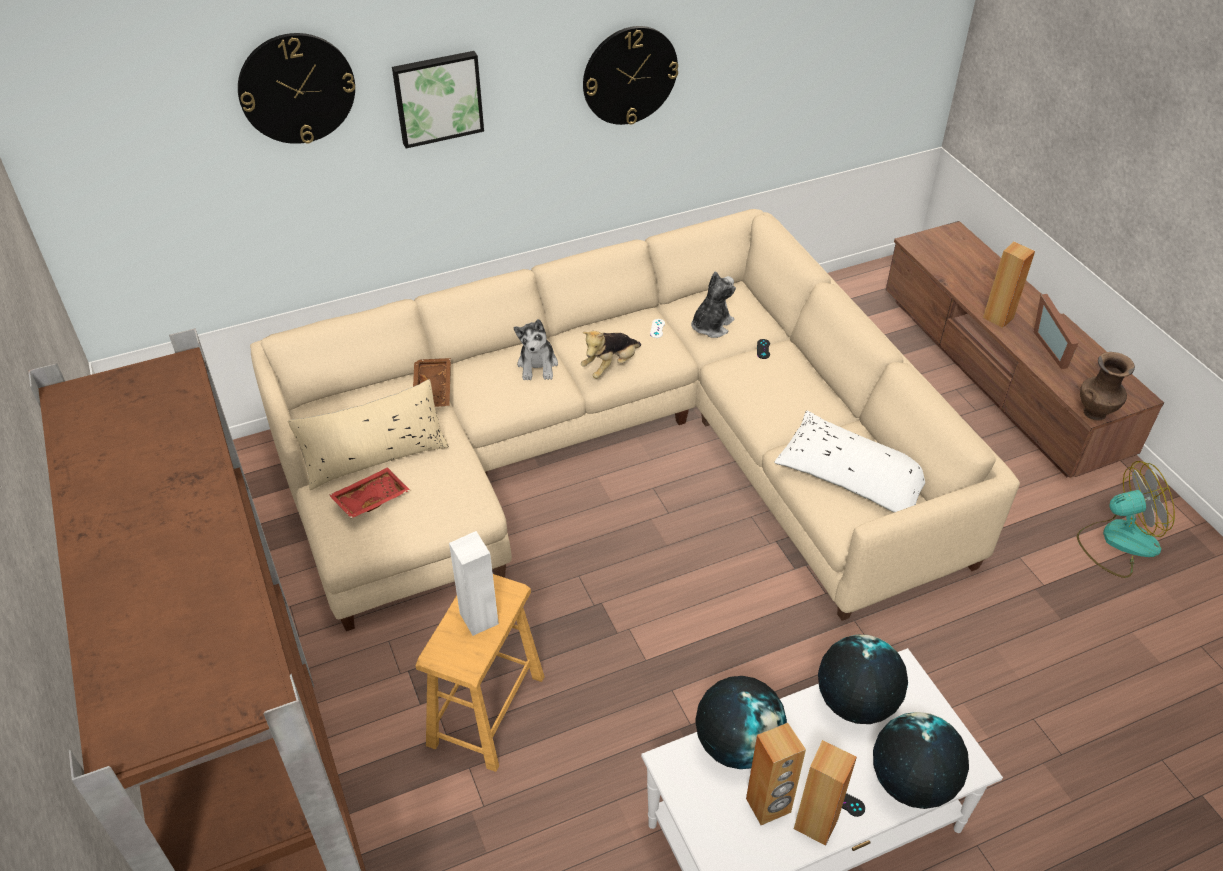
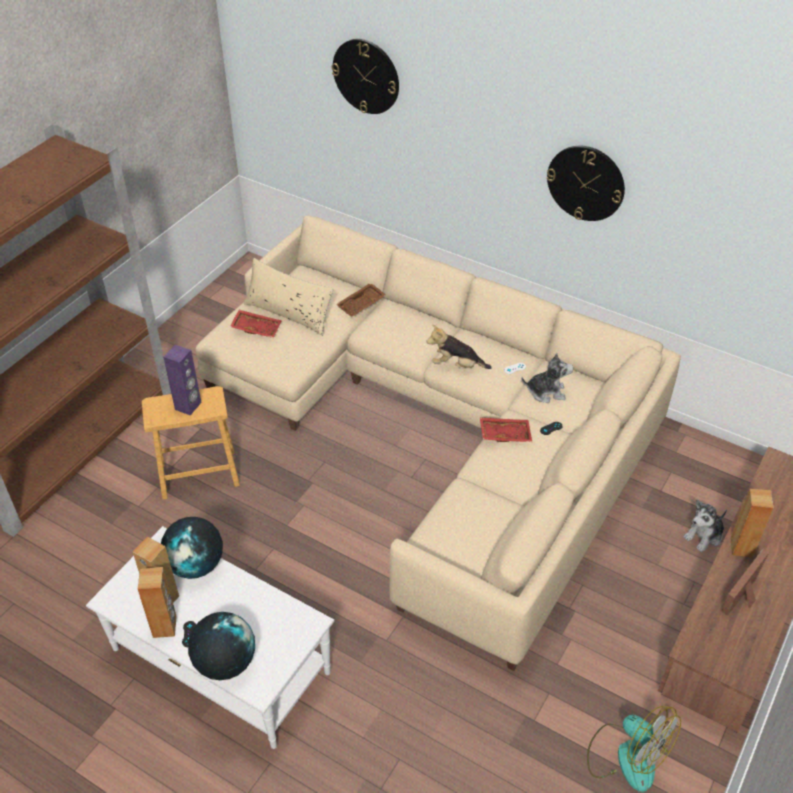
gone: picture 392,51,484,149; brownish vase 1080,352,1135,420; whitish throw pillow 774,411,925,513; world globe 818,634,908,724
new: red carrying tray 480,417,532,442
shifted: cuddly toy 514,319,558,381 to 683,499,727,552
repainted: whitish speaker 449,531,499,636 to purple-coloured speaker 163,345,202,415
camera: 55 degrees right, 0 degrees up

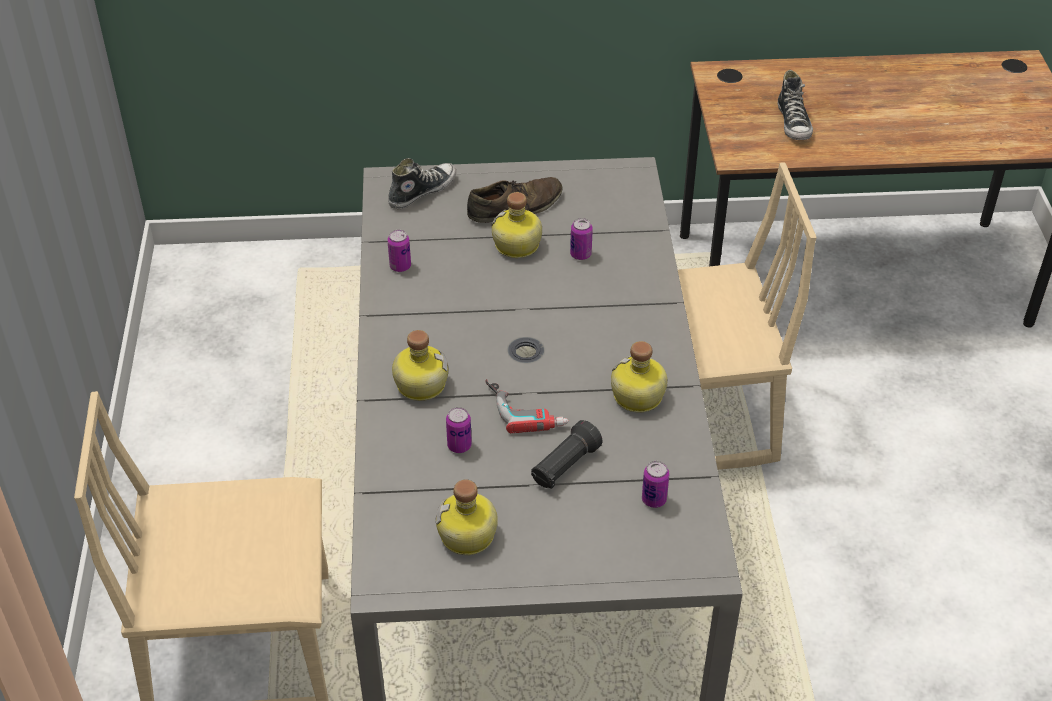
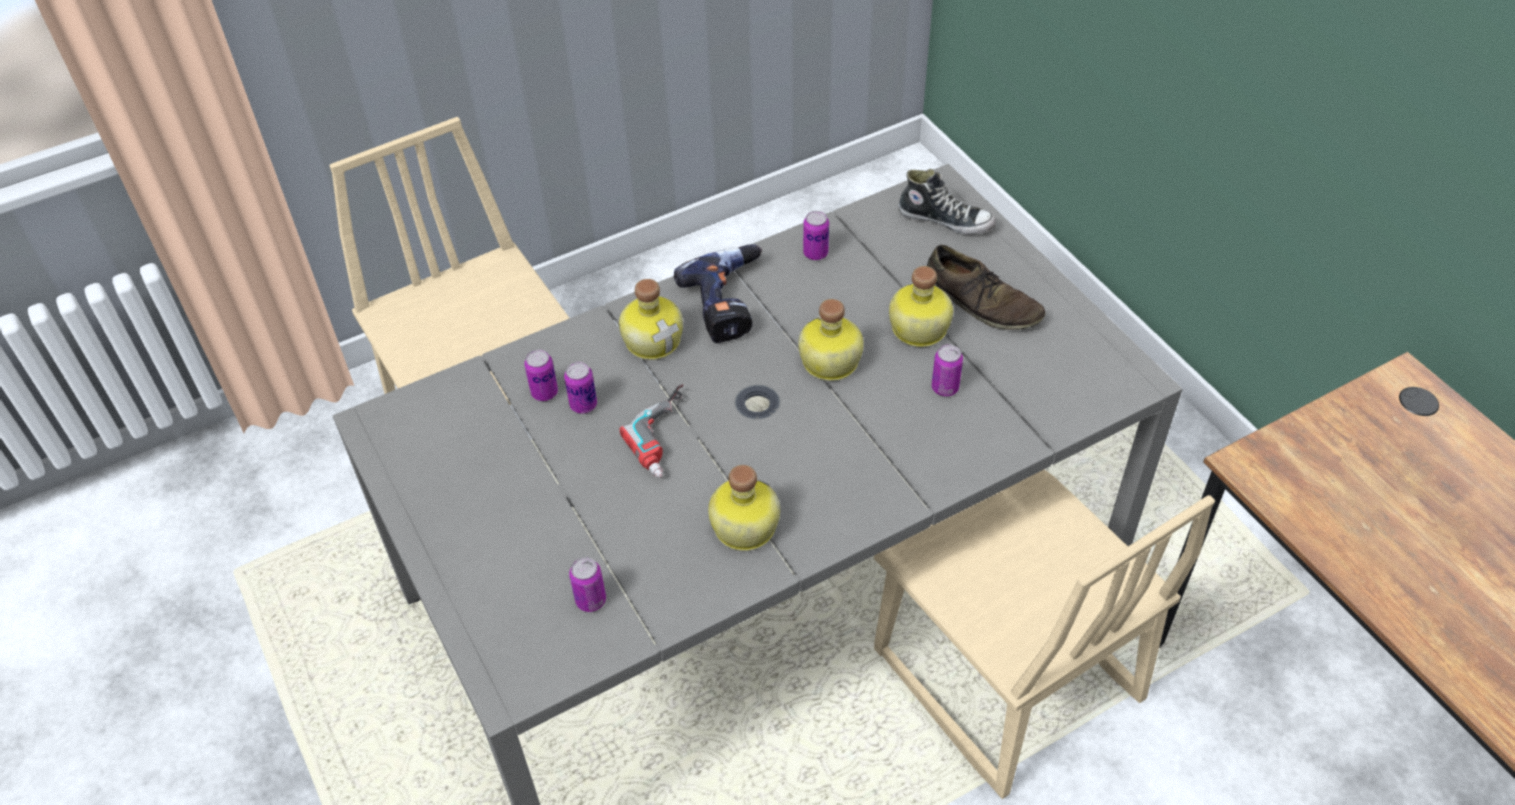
gone: item of footwear 778,70,813,140; blackish flashlight 531,420,602,489
new: power drill 674,244,762,343; metal can 524,350,558,401
shifted: bottle 436,480,498,555 to 798,299,864,381
camera: 65 degrees right, 5 degrees up

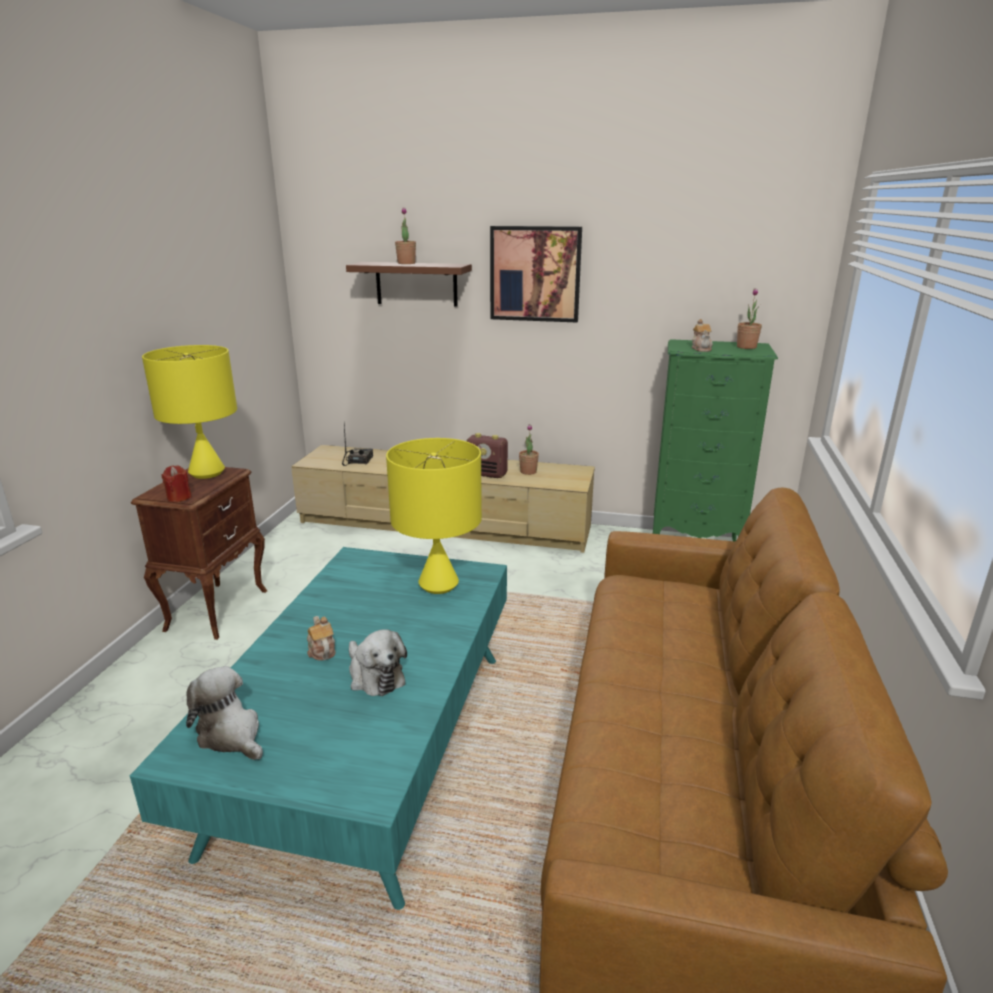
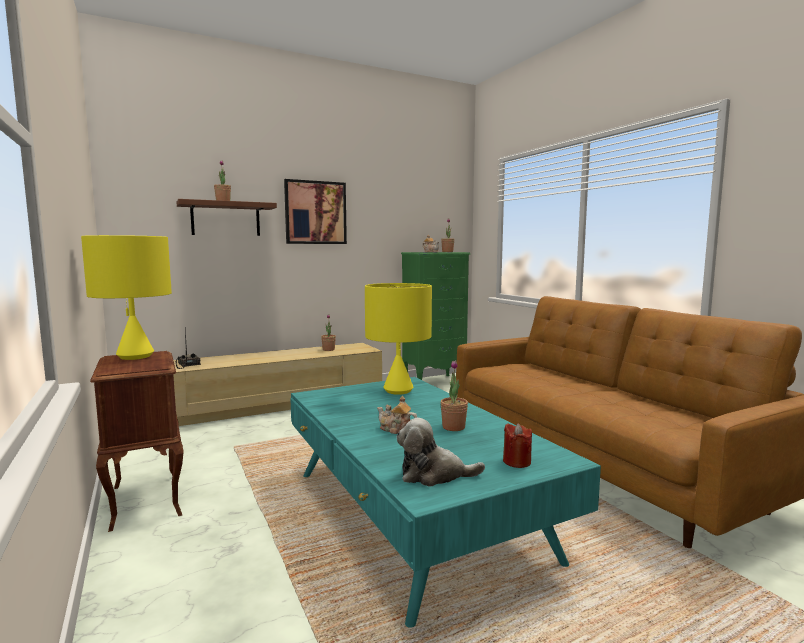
gone: radio set 466,433,508,478
shifted: red candle 161,465,192,502 to 503,423,532,468
swapped: cuddly toy 349,629,407,696 to houseplant 441,360,468,431
camera: 40 degrees left, 15 degrees down

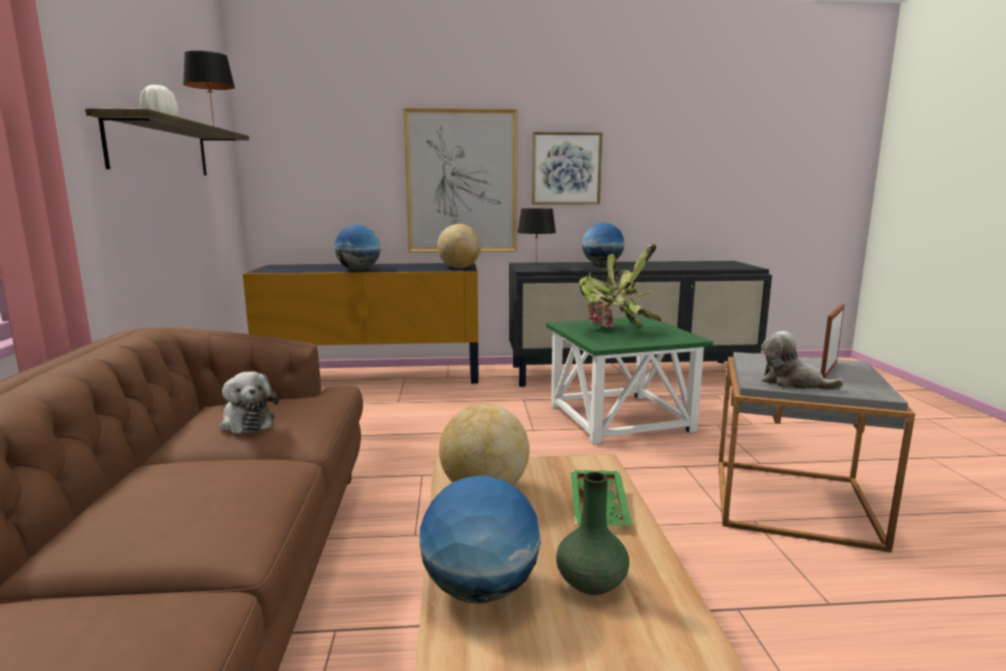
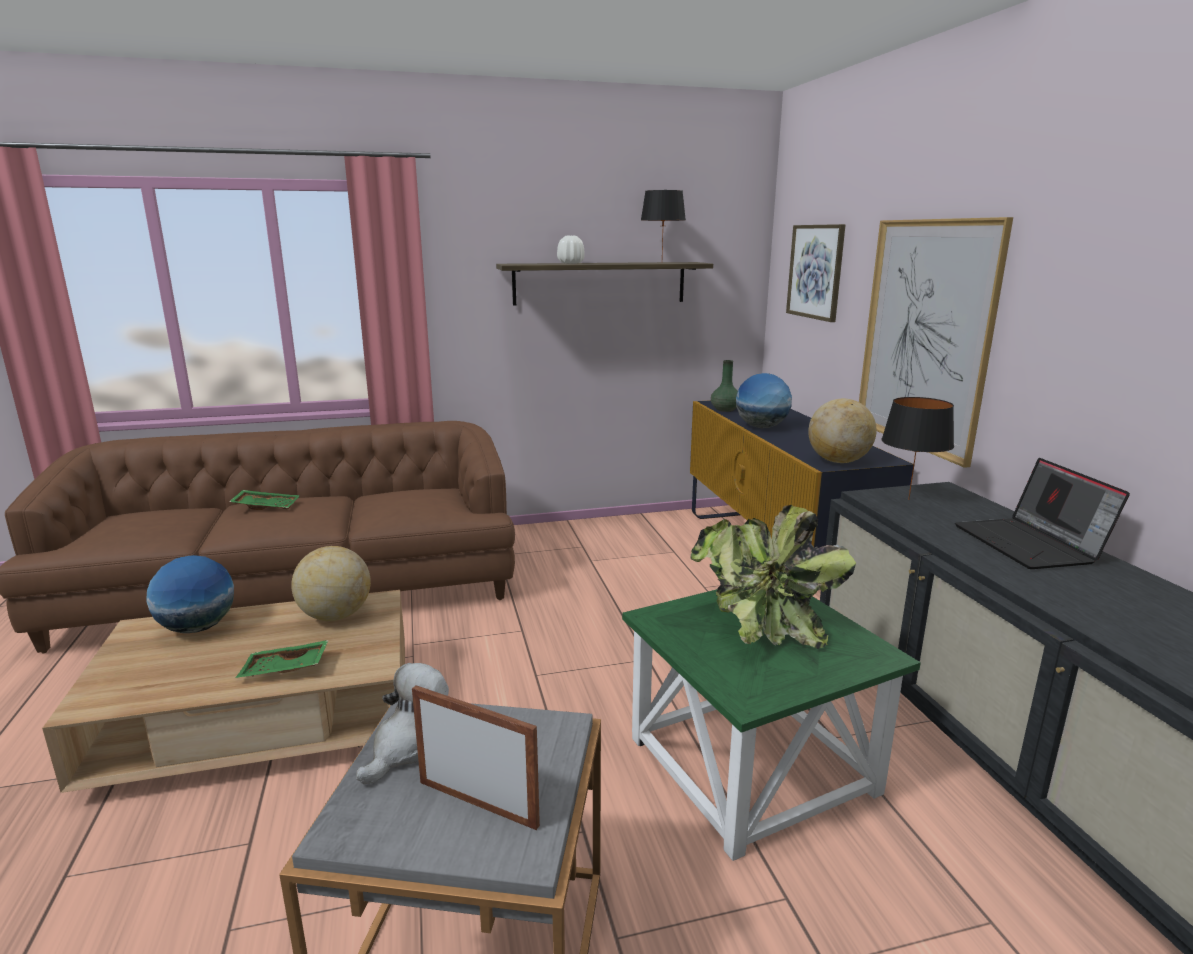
gone: cuddly toy 219,372,278,434
new: green carrying tray 229,490,300,510
shifted: picture 532,132,603,204 to 786,224,845,322; green vase 556,472,629,595 to 711,360,738,412
swapped: world globe 582,222,624,265 to portable computer 955,458,1130,569
camera: 80 degrees right, 5 degrees up

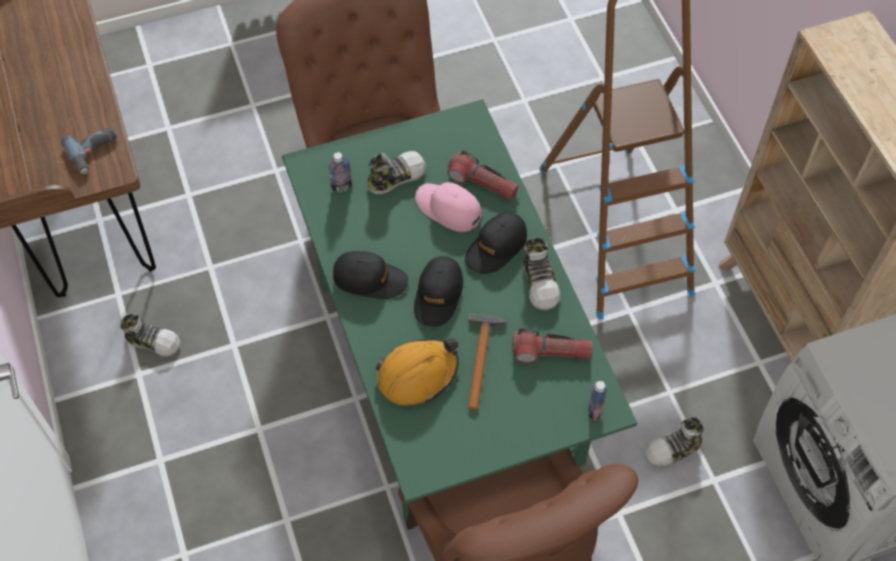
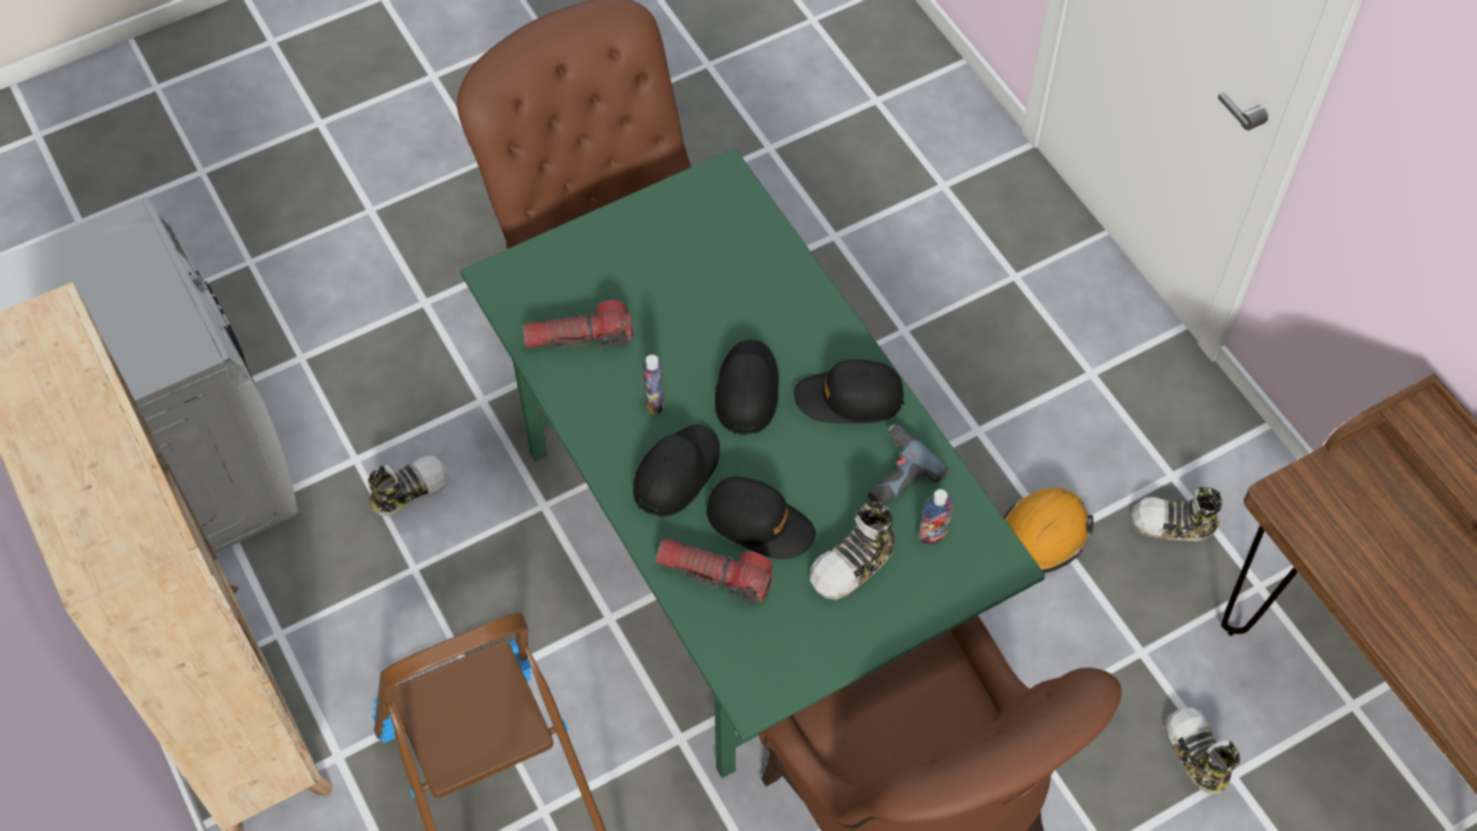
gone: tool hammer 468,314,506,410
shifted: power drill 61,127,117,174 to 868,425,949,505; item of footwear 523,237,560,310 to 1166,708,1240,794; orange-coloured hard hat 376,338,459,406 to 1004,488,1094,573; bottle 588,381,607,420 to 643,355,664,414
repainted: pink-coloured cap 415,182,482,232 to blackish cap 706,477,816,559
camera: 170 degrees right, 0 degrees up

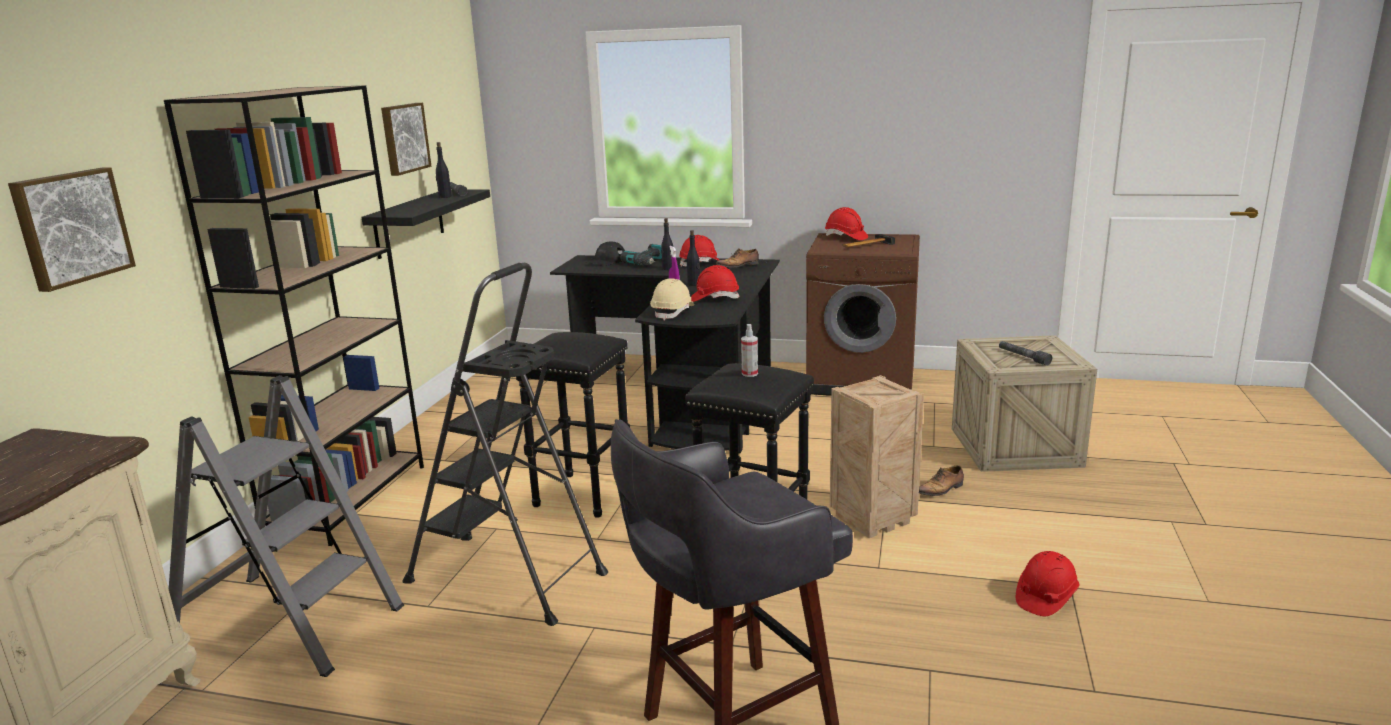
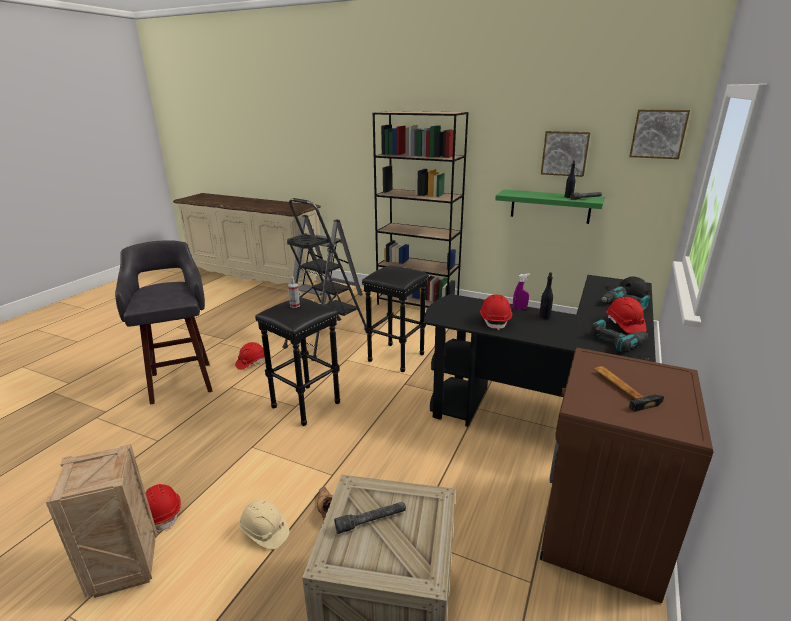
gone: blackish bottle 661,218,673,270
shifted: picture 8,168,136,292 to 629,109,690,159; red hard hat 825,207,868,240 to 235,342,265,370; beige hard hat 650,278,694,321 to 239,499,289,550; crate 830,375,924,538 to 46,444,157,598
swapped: item of footwear 716,248,759,268 to power drill 590,319,648,352
repainted: blackish shelf 361,189,490,259 to green shelf 495,189,605,224
camera: 100 degrees right, 5 degrees up

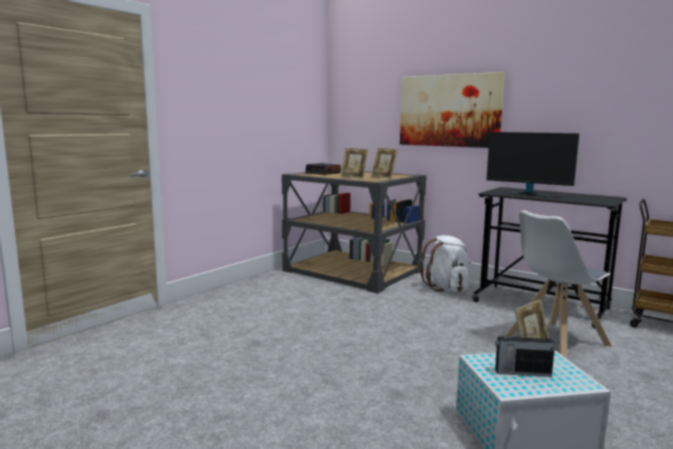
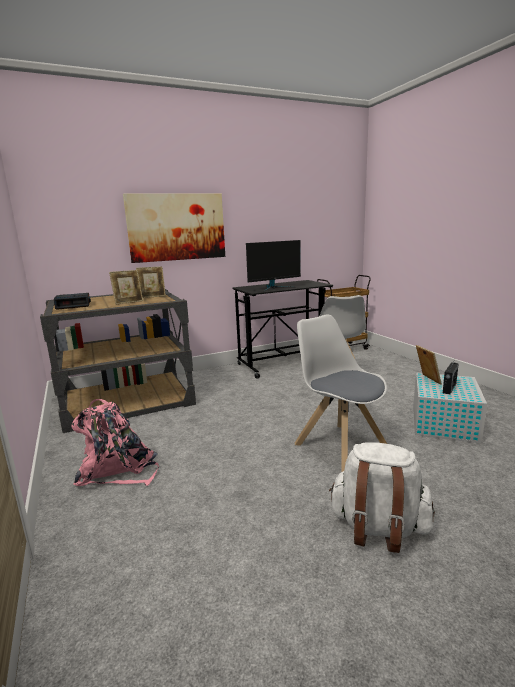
new: chair 295,314,387,472; pink-coloured backpack 72,399,159,486
shifted: whitish backpack 420,235,471,292 to 329,442,435,553
camera: 60 degrees left, 5 degrees up

